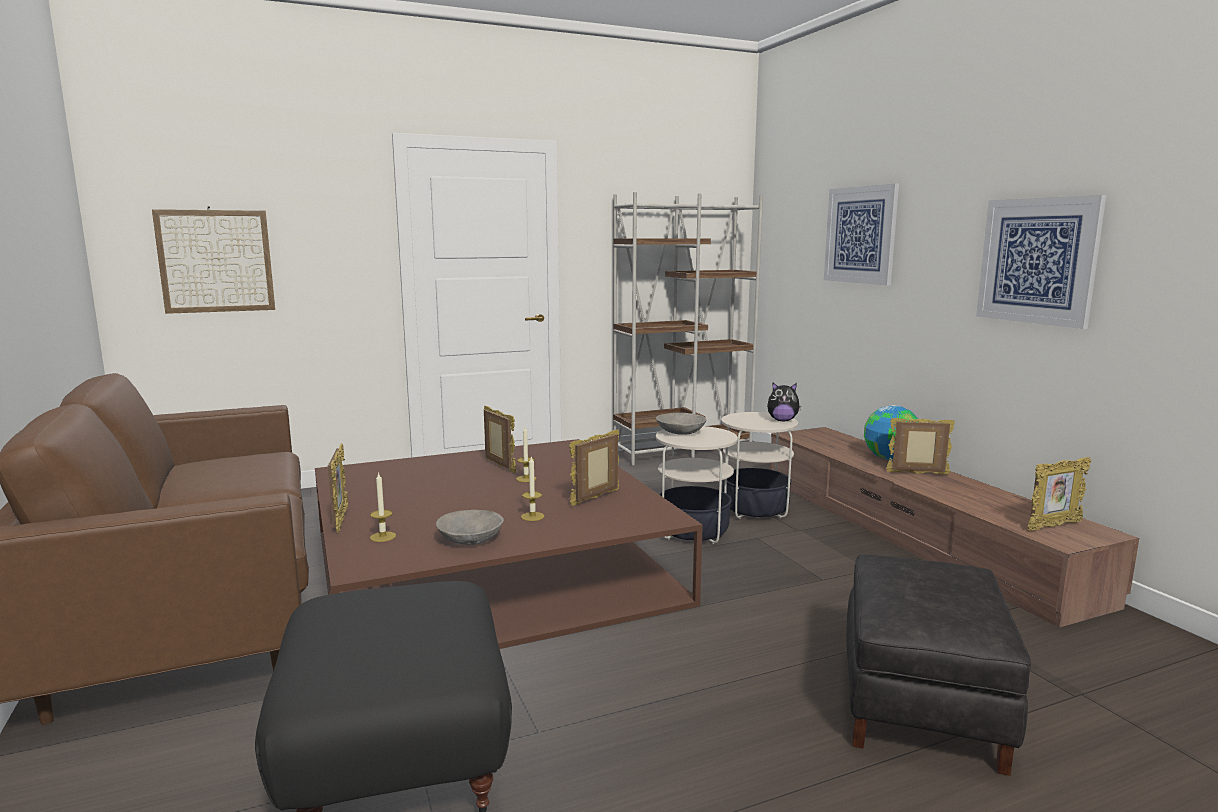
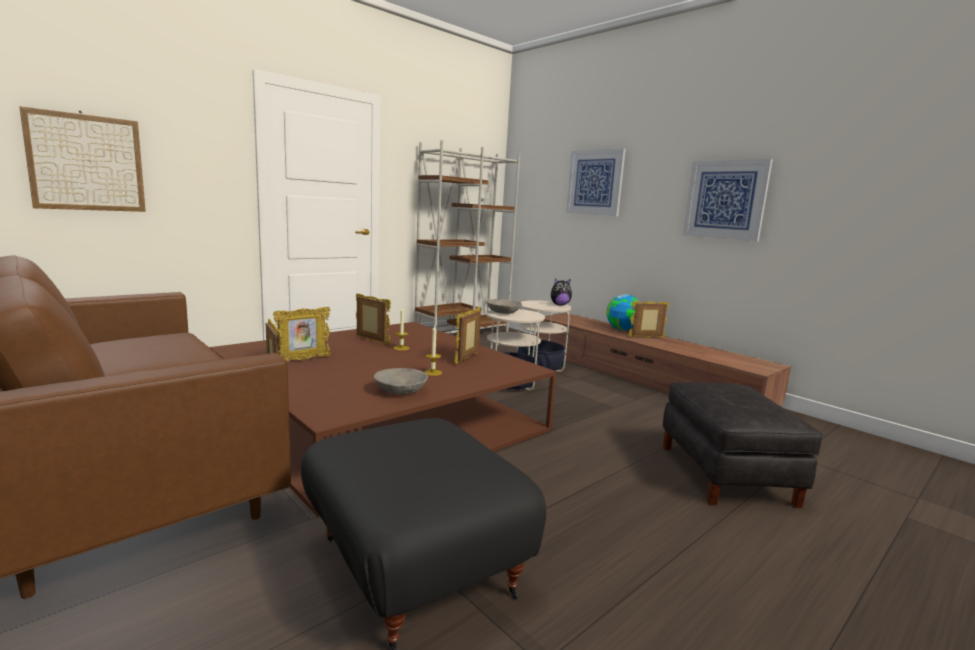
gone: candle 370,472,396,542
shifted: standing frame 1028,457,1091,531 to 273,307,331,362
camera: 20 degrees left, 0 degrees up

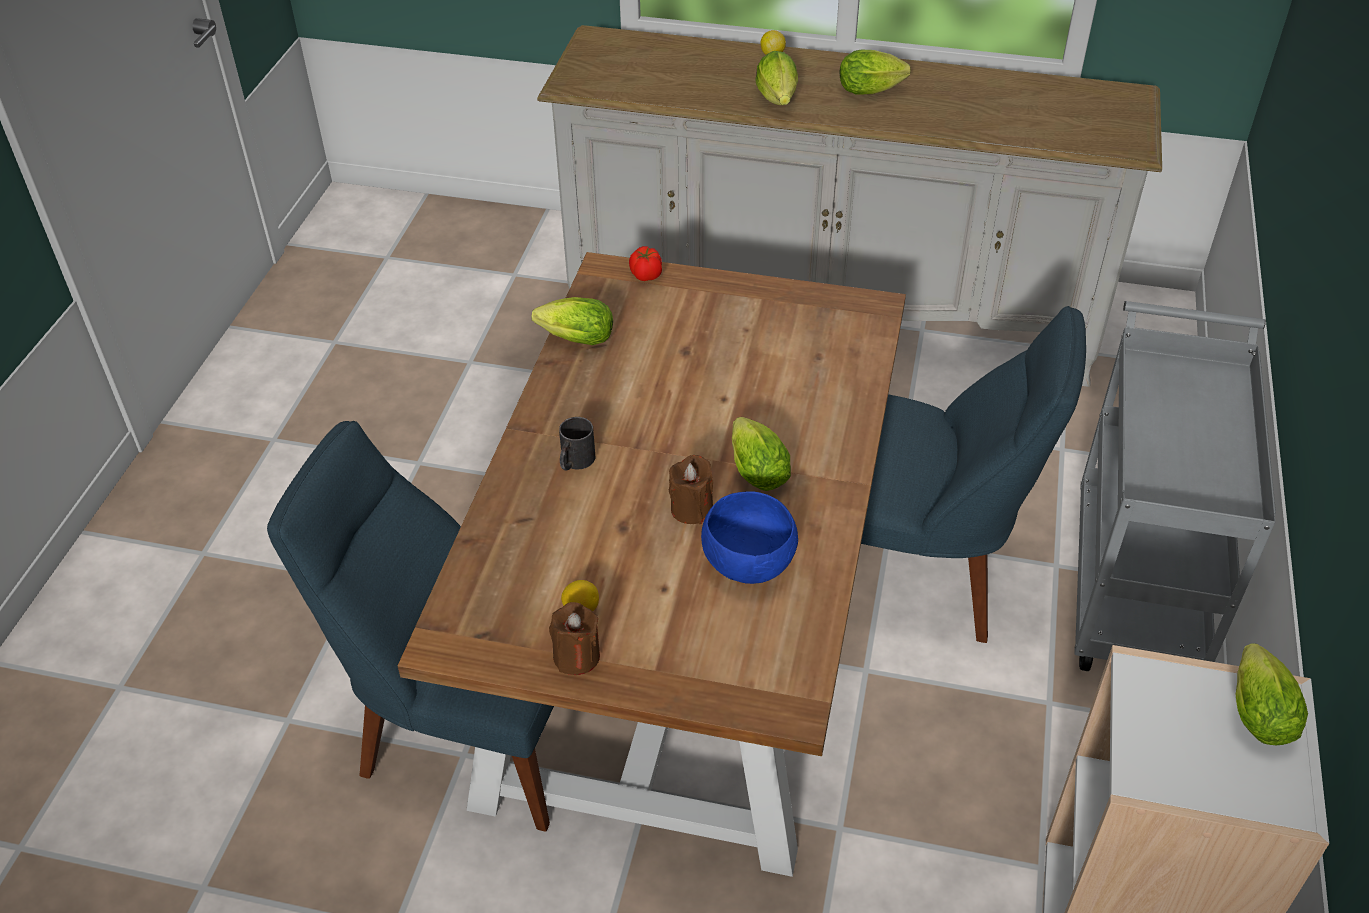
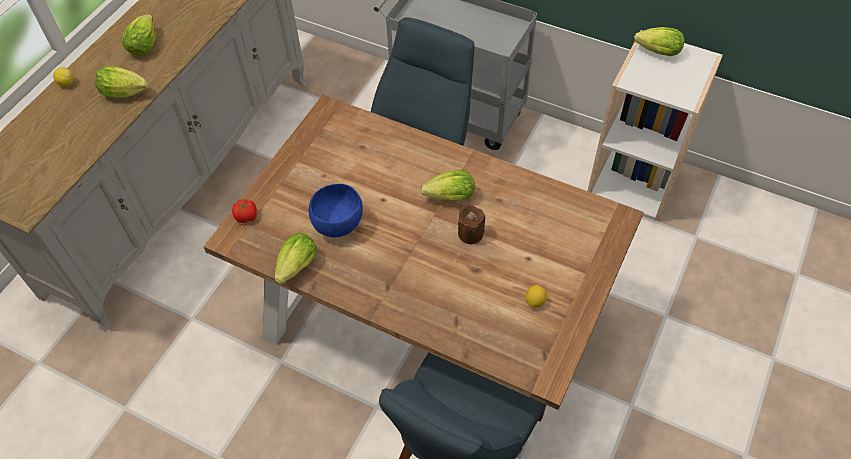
gone: blackish mug 559,417,595,470; brownish candle 549,602,600,675
shifted: bluish bowl 701,491,798,584 to 309,184,363,238
camera: 75 degrees left, 10 degrees up

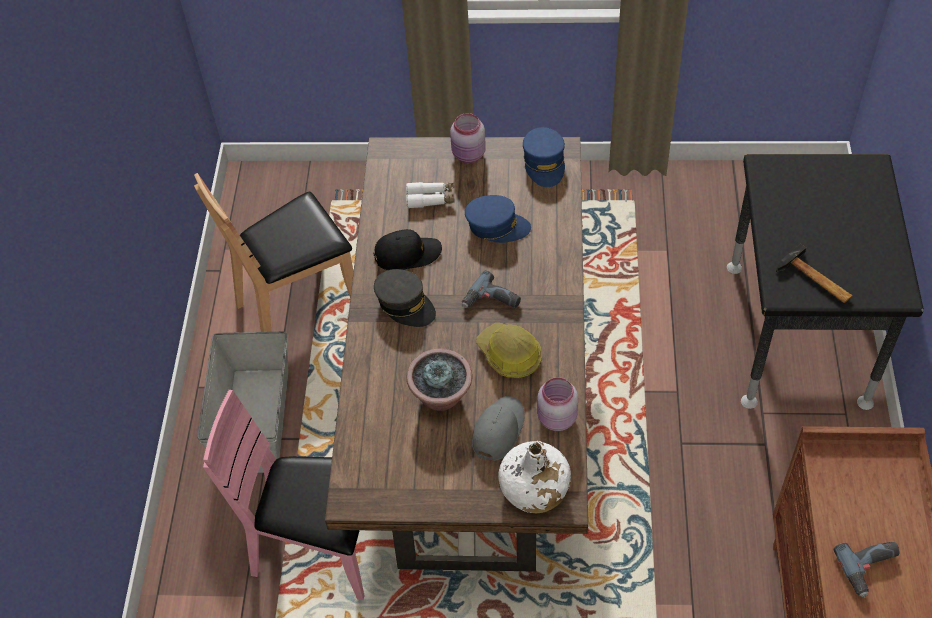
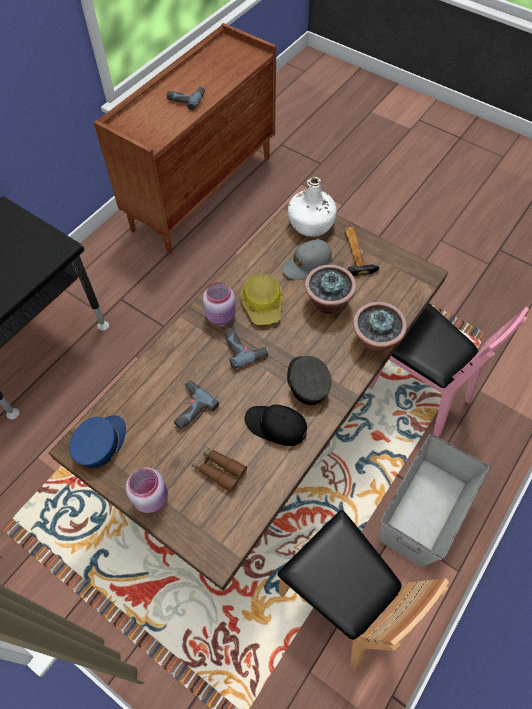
new: houseplant 353,302,407,352
shifted: tool hammer 776,244,853,303 to 345,227,379,276; pink-coloured preserve jar 537,377,578,431 to 203,282,236,325
swapped: bluish cap 465,195,531,243 to power drill 174,380,219,429
repainted: whitish field glasses 406,182,455,208 to brownish field glasses 192,446,247,492
rotated: brownish chair 194,173,354,332 = 277,510,449,670 45 degrees clockwise
camera: 150 degrees left, 5 degrees up

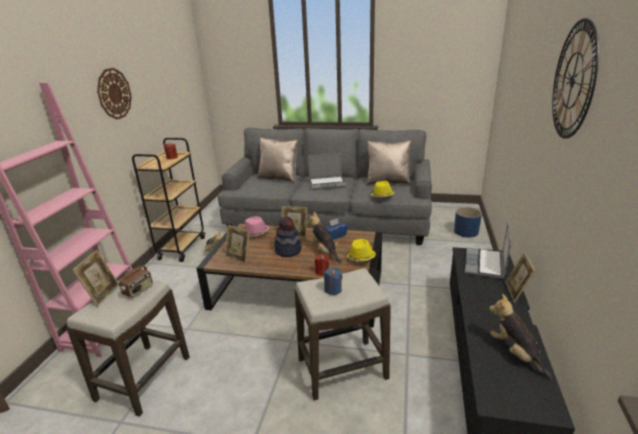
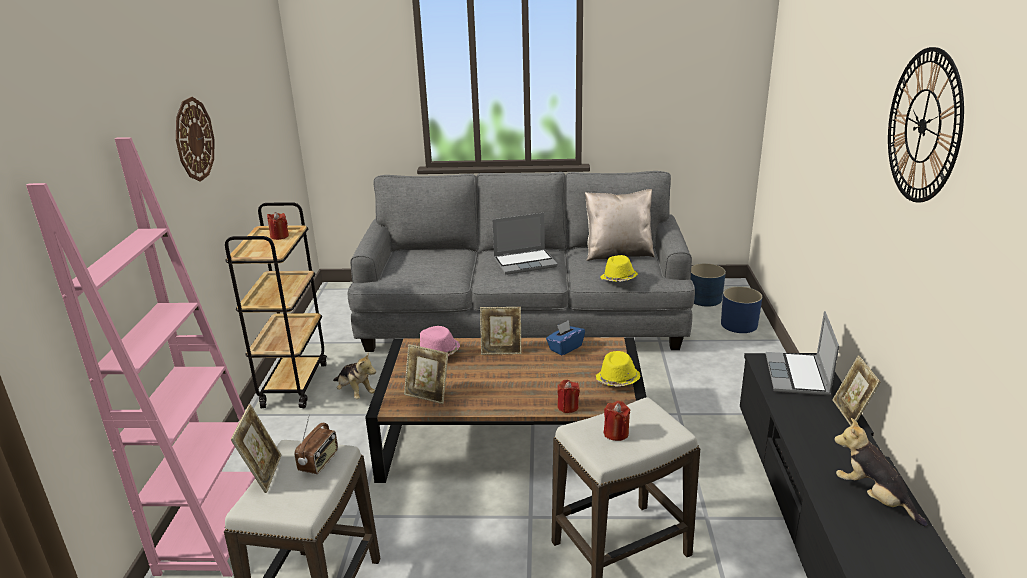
gone: beige throw pillow 258,138,298,182; cuddly toy 307,212,342,263; wearable hat 275,216,302,257
new: bluish flower pot 691,263,726,307
repainted: bluish candle 324,268,342,295 to red candle 604,401,630,441
camera: 10 degrees left, 0 degrees up

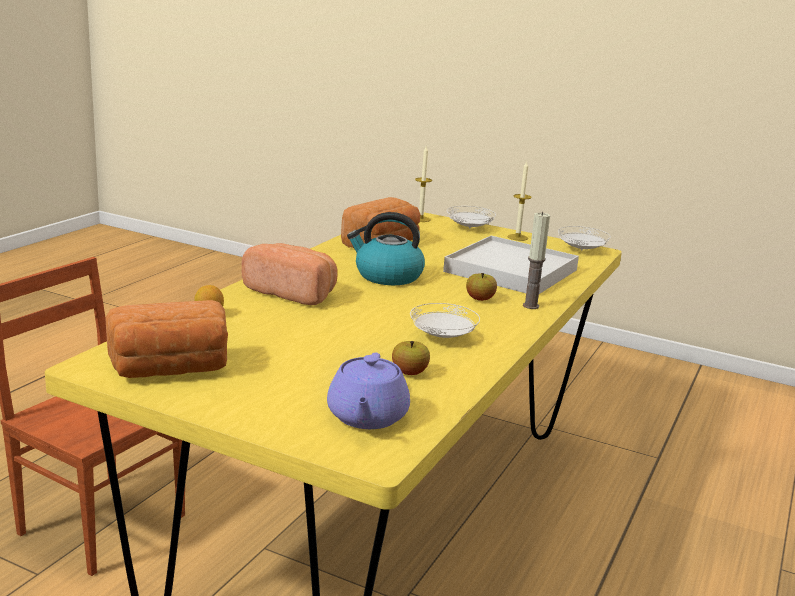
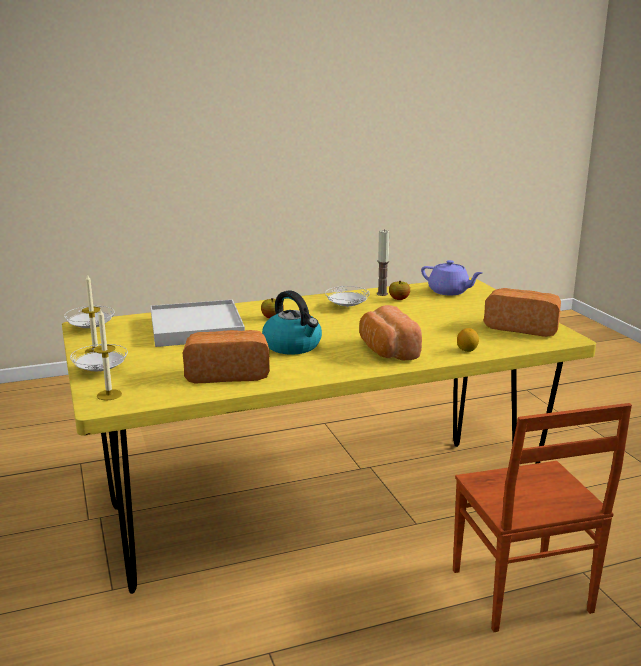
shifted: candle 523,212,550,309 to 377,229,390,296
rotated: purple-coloured tea pot 327,353,410,429 = 421,260,483,295 75 degrees clockwise
camera: 135 degrees left, 0 degrees up

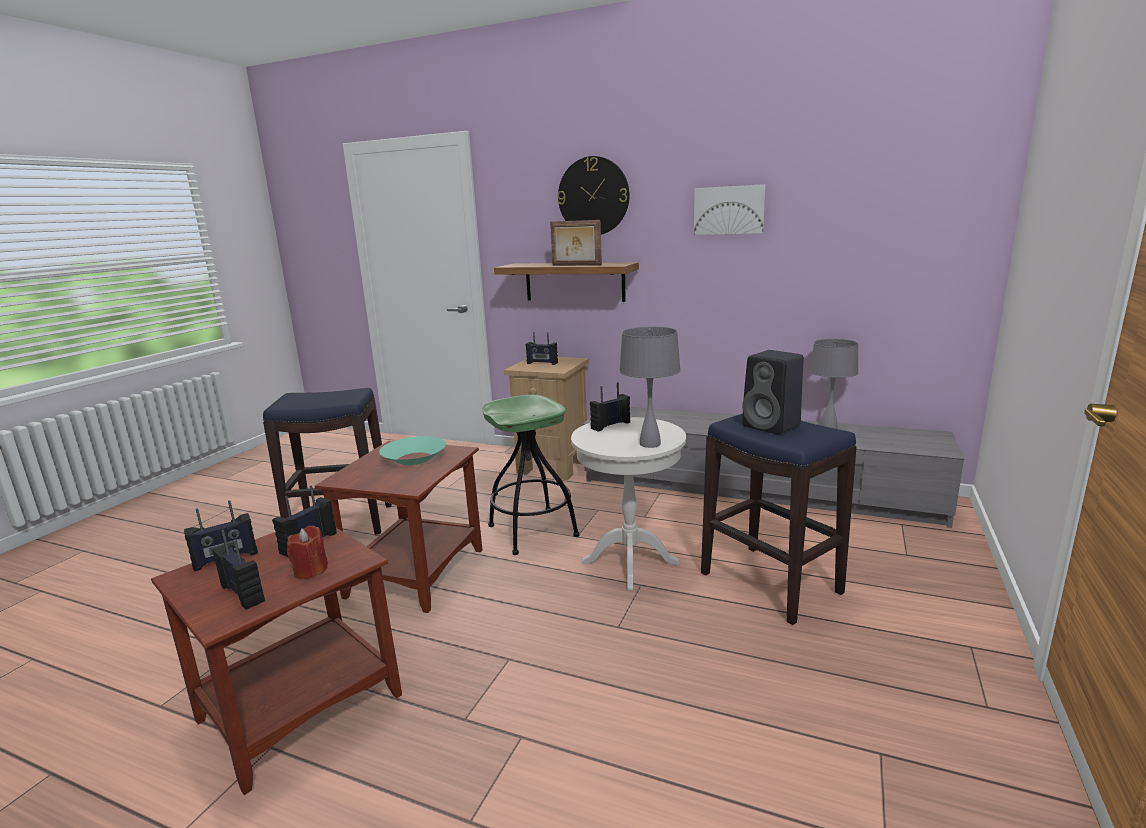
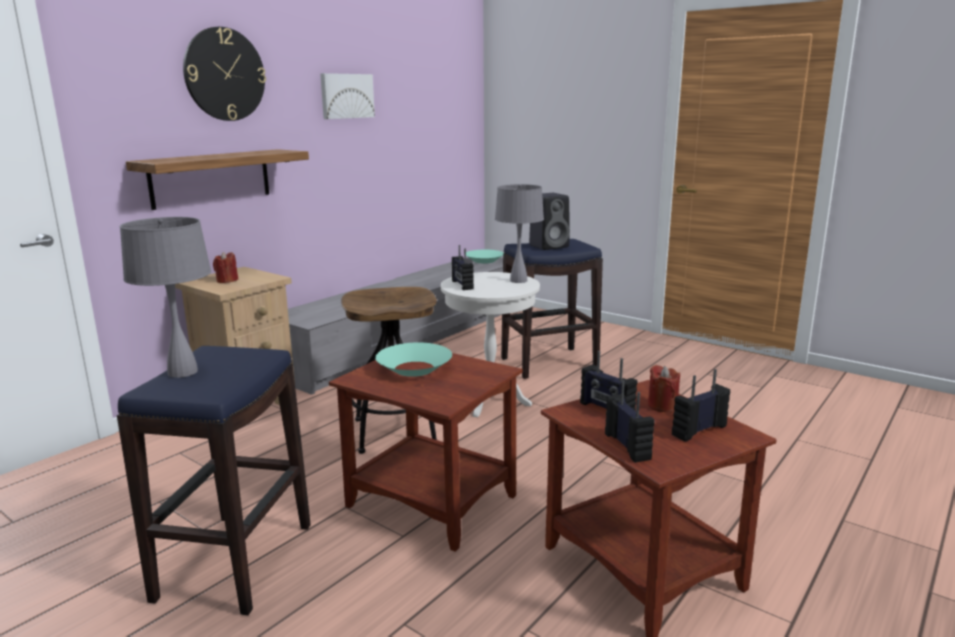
gone: standing frame 550,220,602,266
new: turquoise-coloured bowl 466,250,504,263
shifted: gray tabletop lamp 809,339,859,429 to 120,217,211,378
swapped: radio set 526,332,558,365 to red candle 213,251,239,283
repainted: green stool 483,395,579,555 to brownish stool 341,287,437,454
camera: 75 degrees left, 0 degrees up

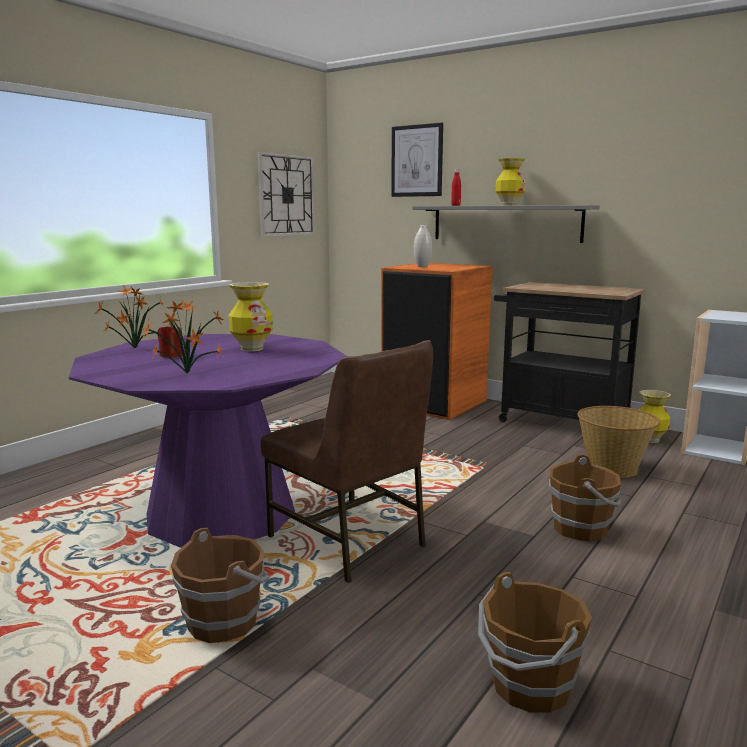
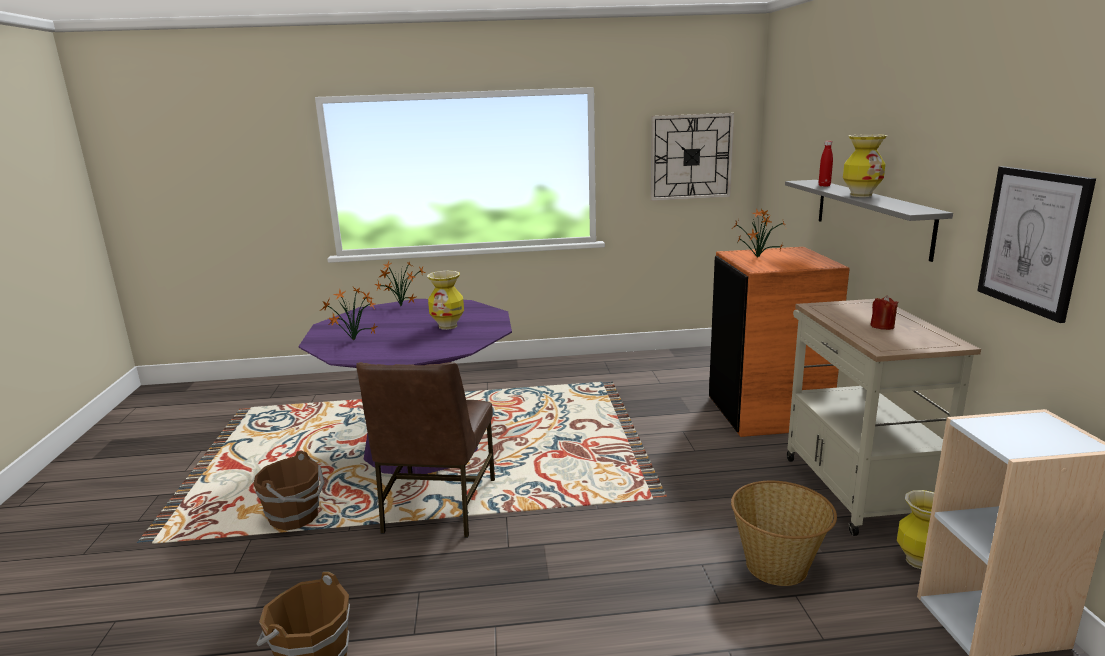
gone: brownish pail 549,454,622,542
shifted: picture 391,123,443,197 to 977,166,1096,323; red candle 157,323,183,358 to 870,296,898,330
swapped: whitish vase 414,225,432,267 to houseplant 731,208,785,258
repainted: blackish trolley 494,282,646,422 to beige trolley 787,298,981,536
camera: 50 degrees right, 5 degrees up

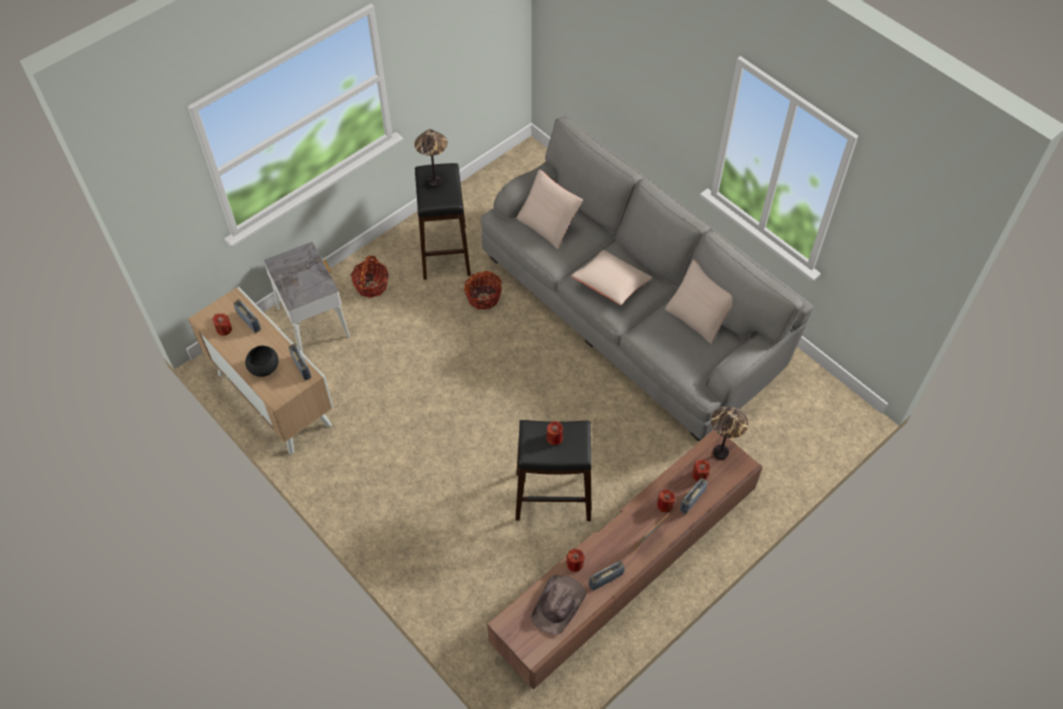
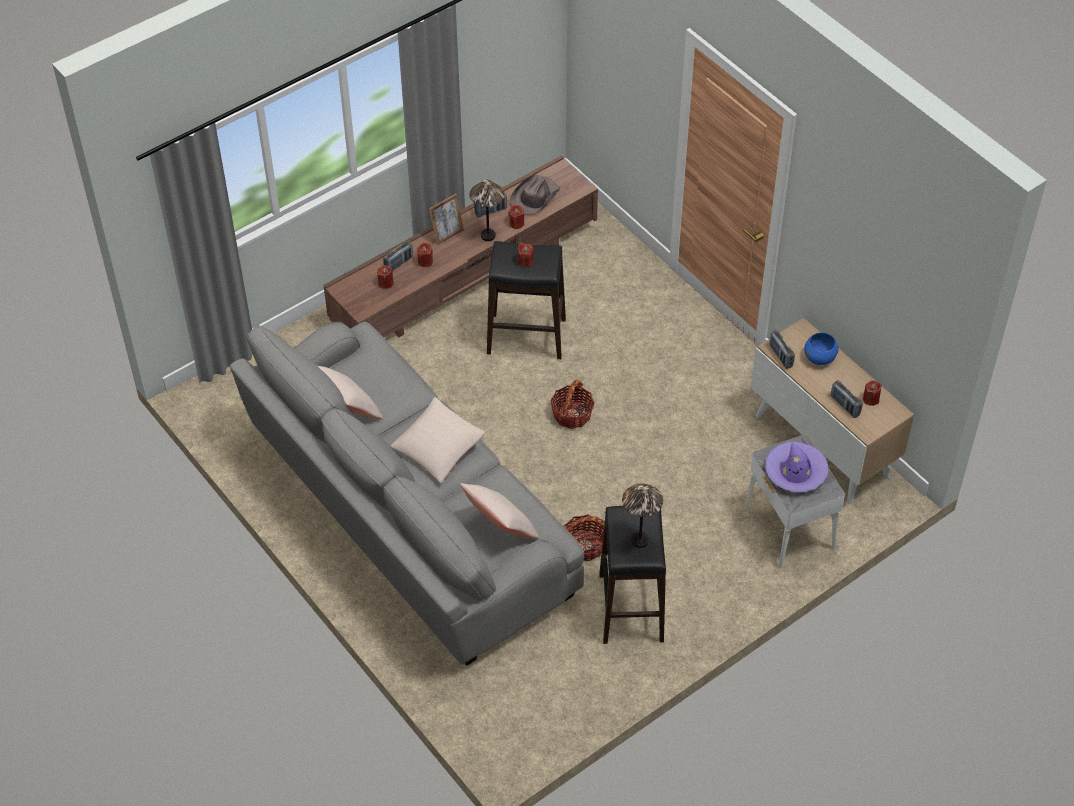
new: purple-coloured wearable hat 765,442,829,492
shifted: storage basket 351,256,389,298 to 550,380,595,429; tabletop lamp 711,406,748,460 to 469,180,504,241
repainted: blackish bowl 245,346,279,377 to bluish bowl 804,333,839,365
camera: 175 degrees left, 5 degrees down

